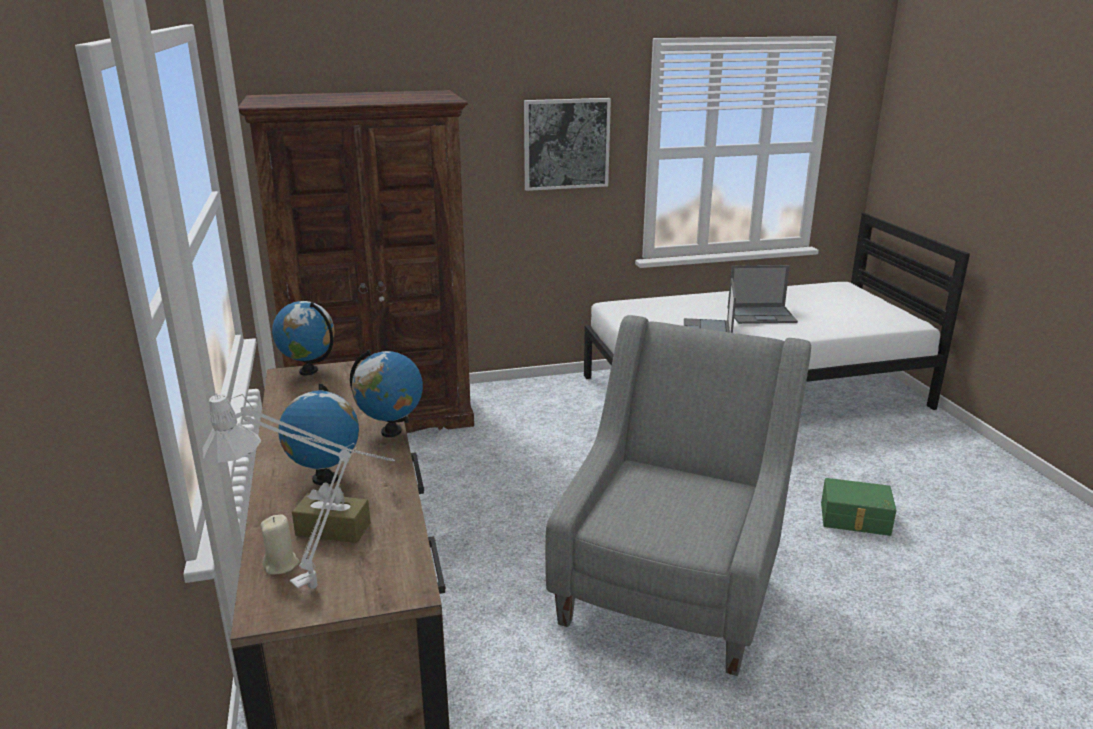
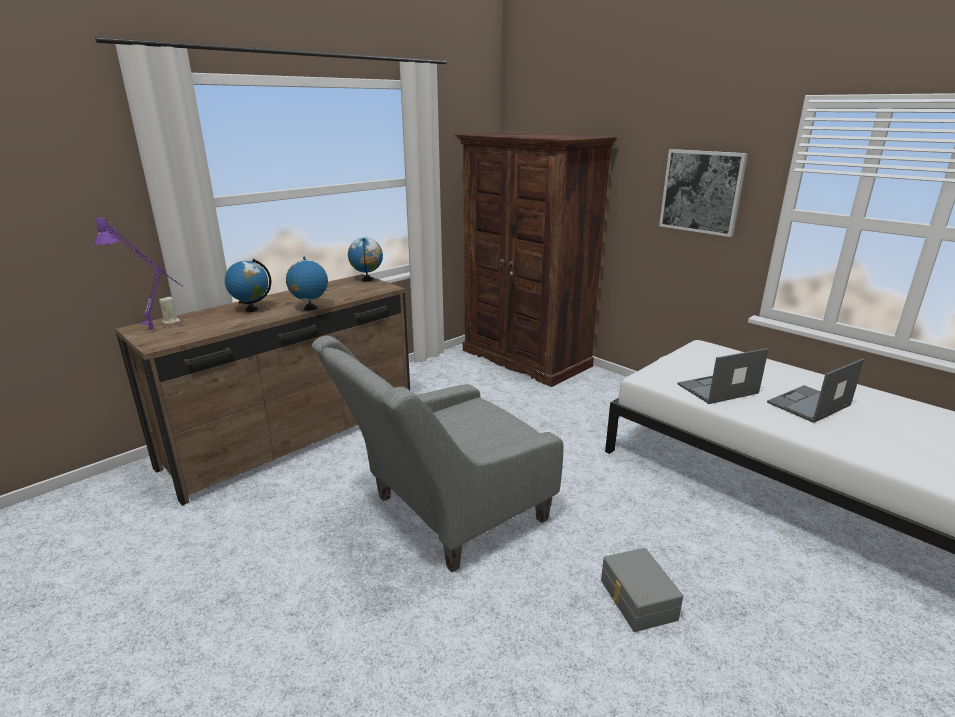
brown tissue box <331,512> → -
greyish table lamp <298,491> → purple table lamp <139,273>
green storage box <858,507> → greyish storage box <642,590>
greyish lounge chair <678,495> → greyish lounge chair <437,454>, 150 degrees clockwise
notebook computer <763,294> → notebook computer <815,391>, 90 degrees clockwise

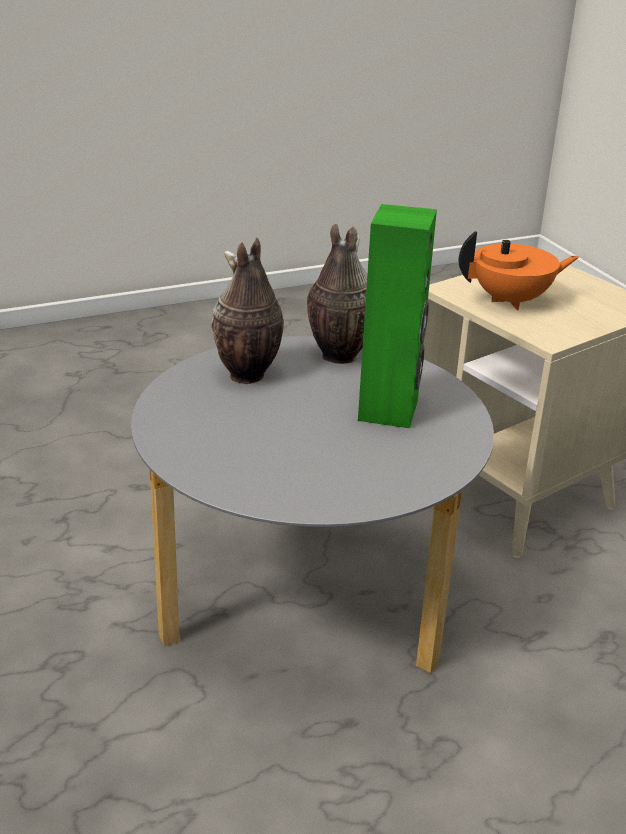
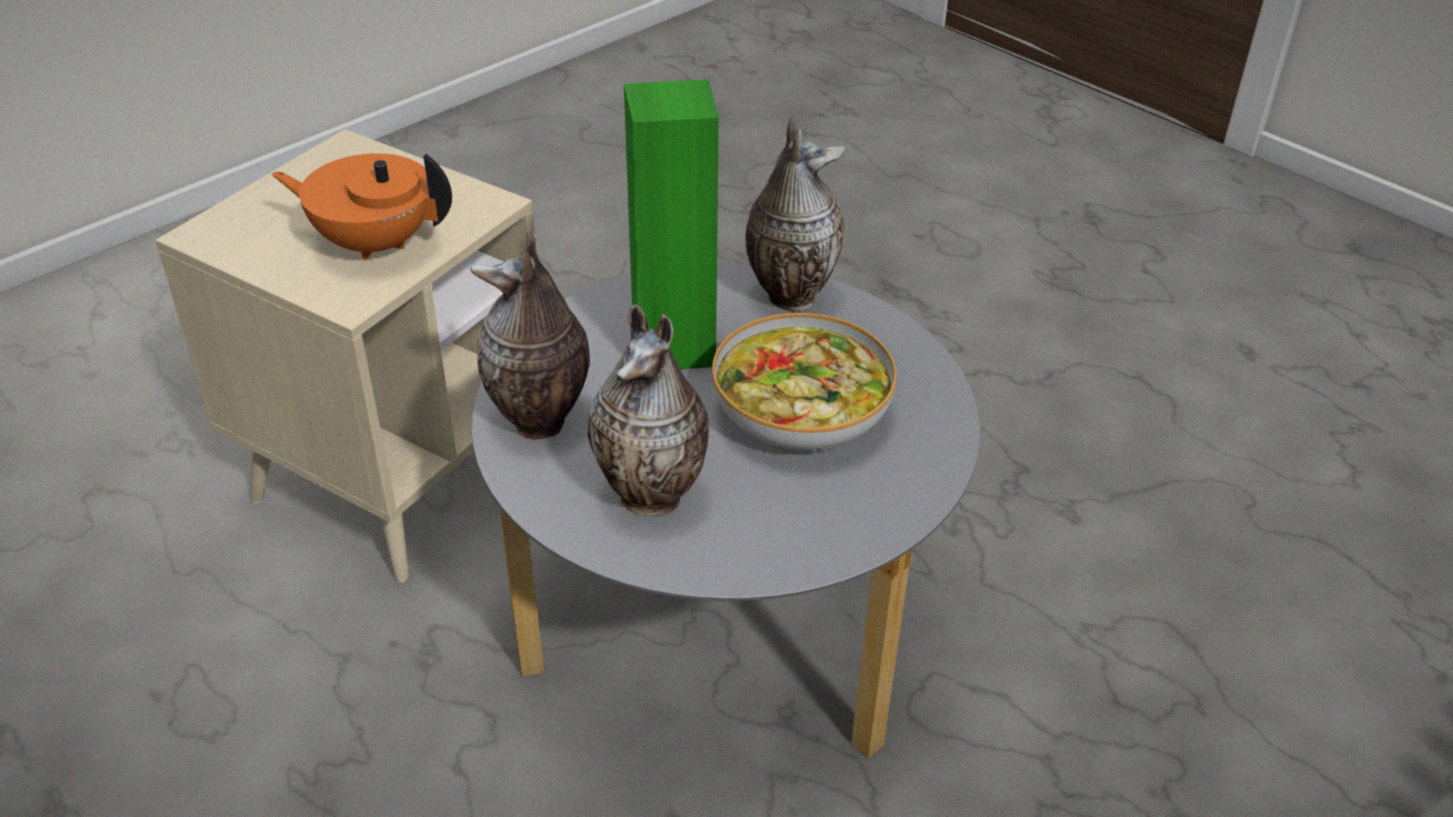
- → serving bowl <804,383>
- → vase <795,213>
orangey pot for tea <519,270> → orangey pot for tea <362,207>, 45 degrees counterclockwise

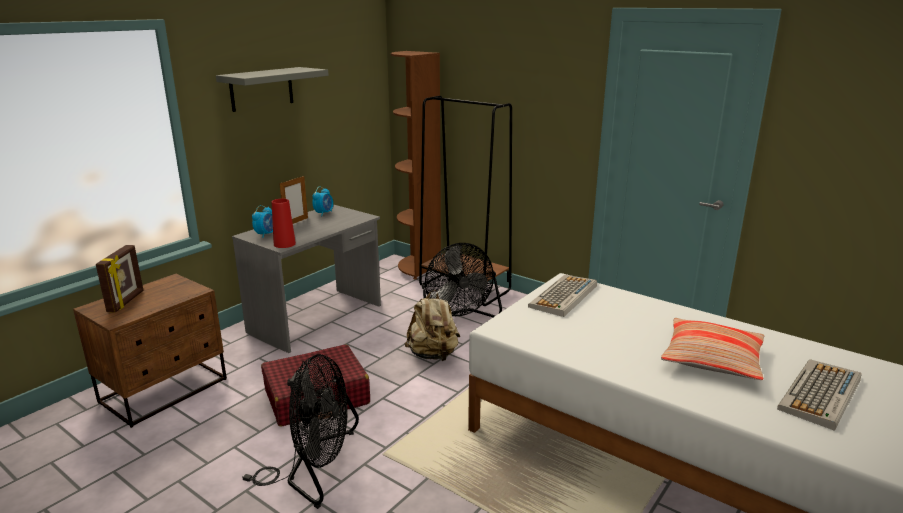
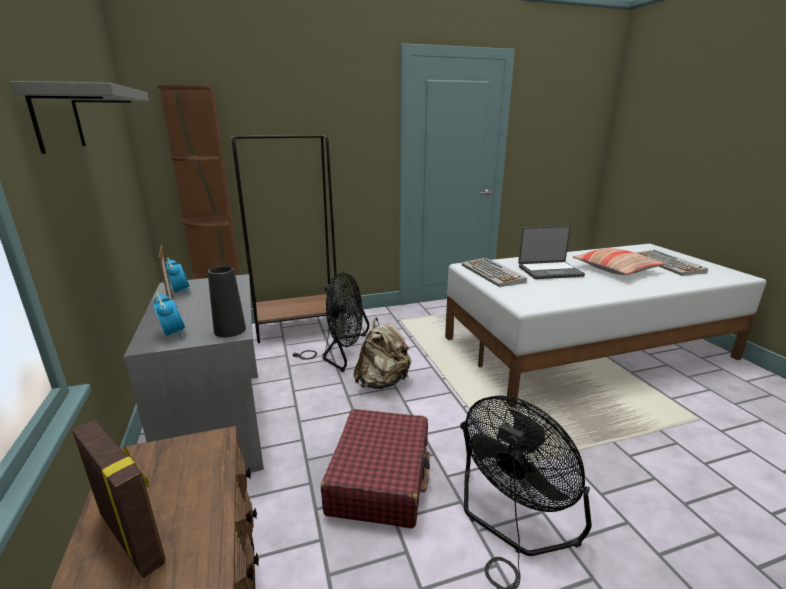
- → notebook computer <551,252>
reddish vase <284,223> → black-coloured vase <227,301>

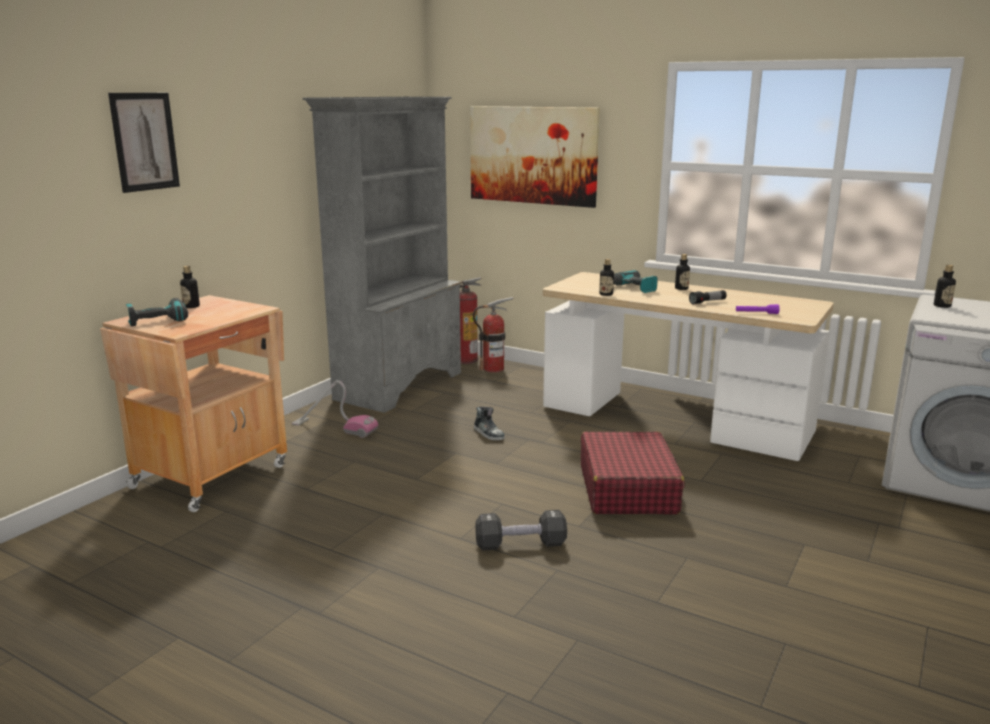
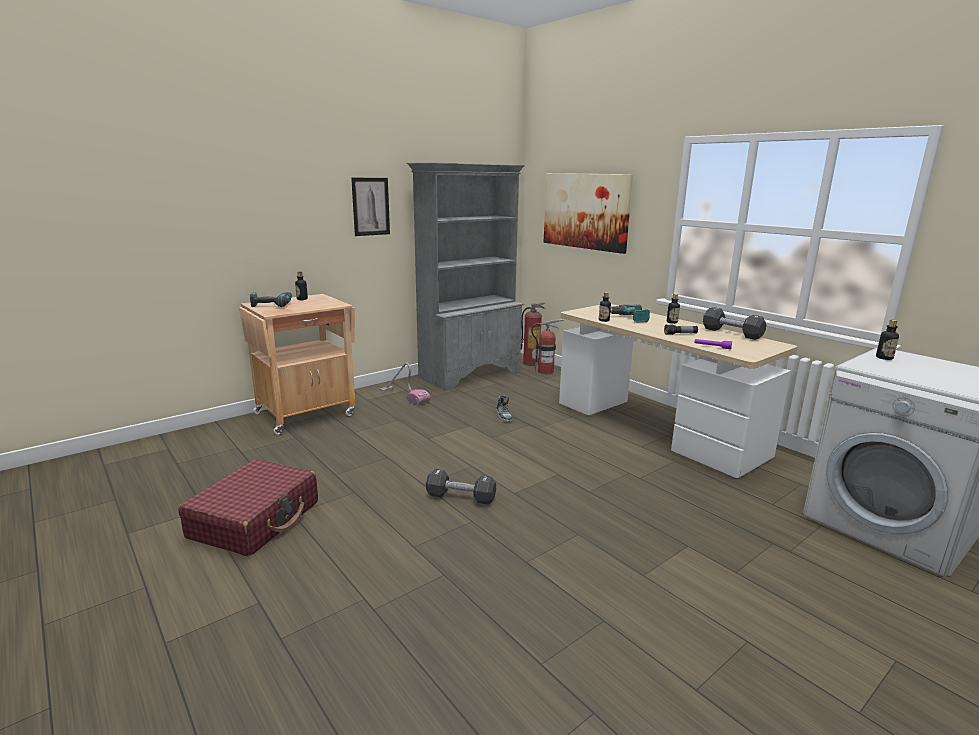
- → black-coloured free weight <734,323>
wall picture <144,143> → wall picture <370,207>, move
reddish suitcase <632,473> → reddish suitcase <248,507>, move

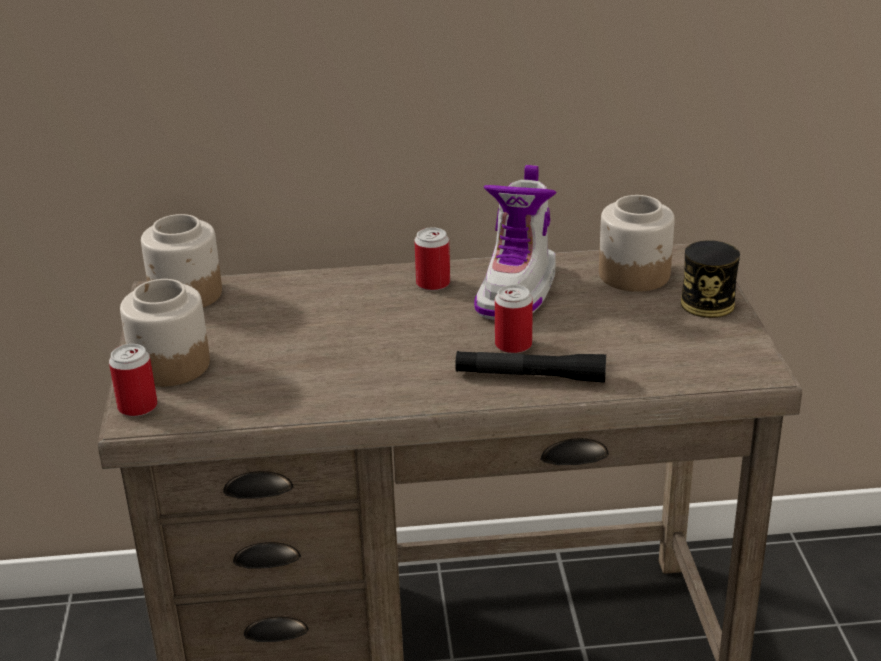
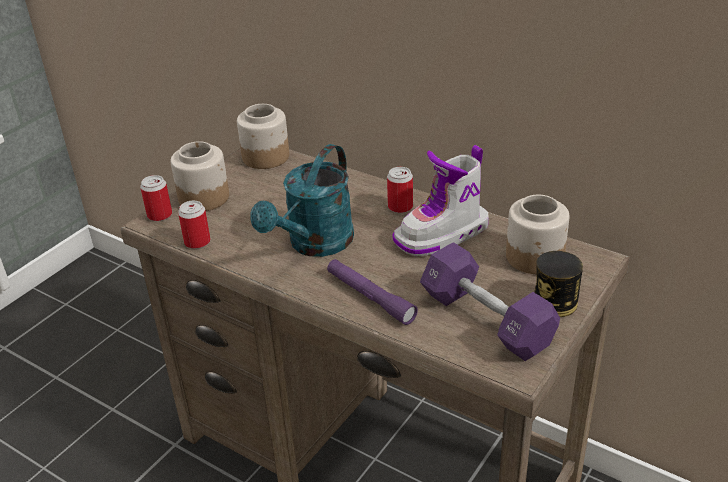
- → turquoise-coloured sprinkling can <302,200>
- → purple free weight <490,301>
can <514,319> → can <194,225>, move
black-coloured torch <530,367> → purple torch <372,292>

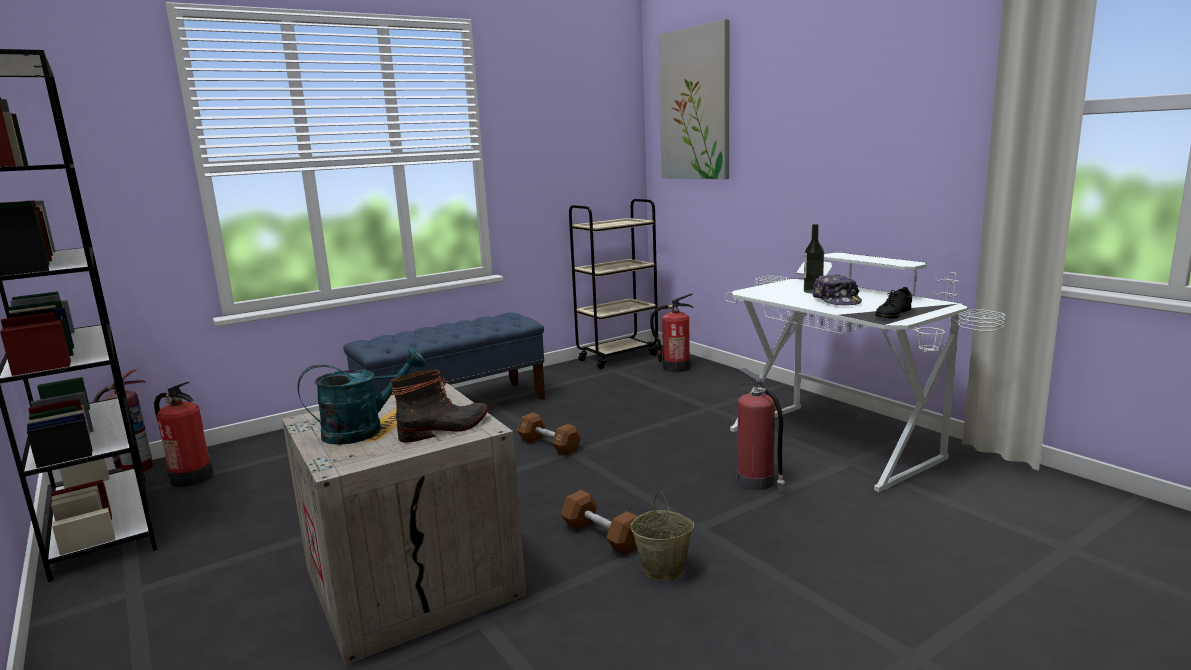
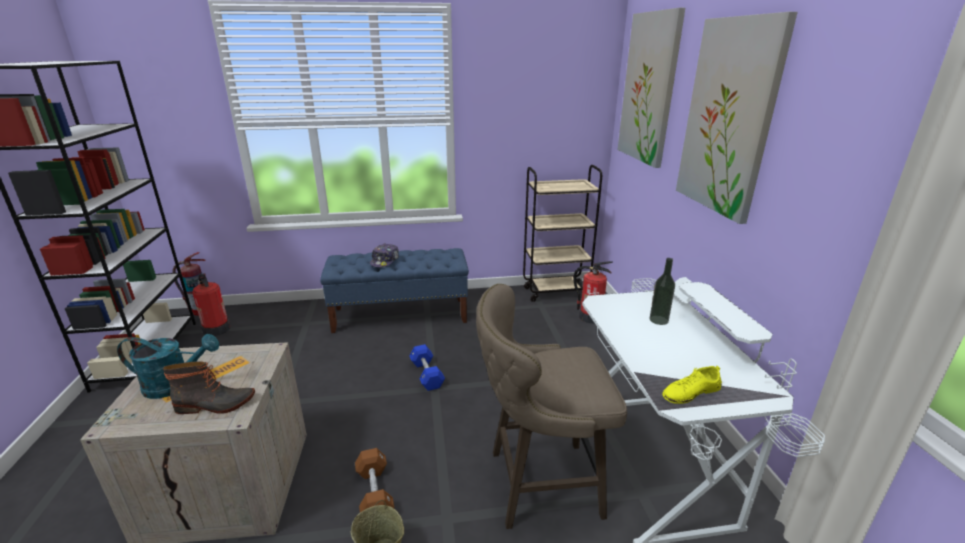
- → wall picture <737,118>
peaked cap <837,289> → peaked cap <384,255>, move
fire-fighting cylinder <761,429> → beige stool seat <551,406>
brown free weight <549,434> → blue-coloured free weight <427,367>
black-coloured low shoe <893,303> → yellow-coloured low shoe <692,384>

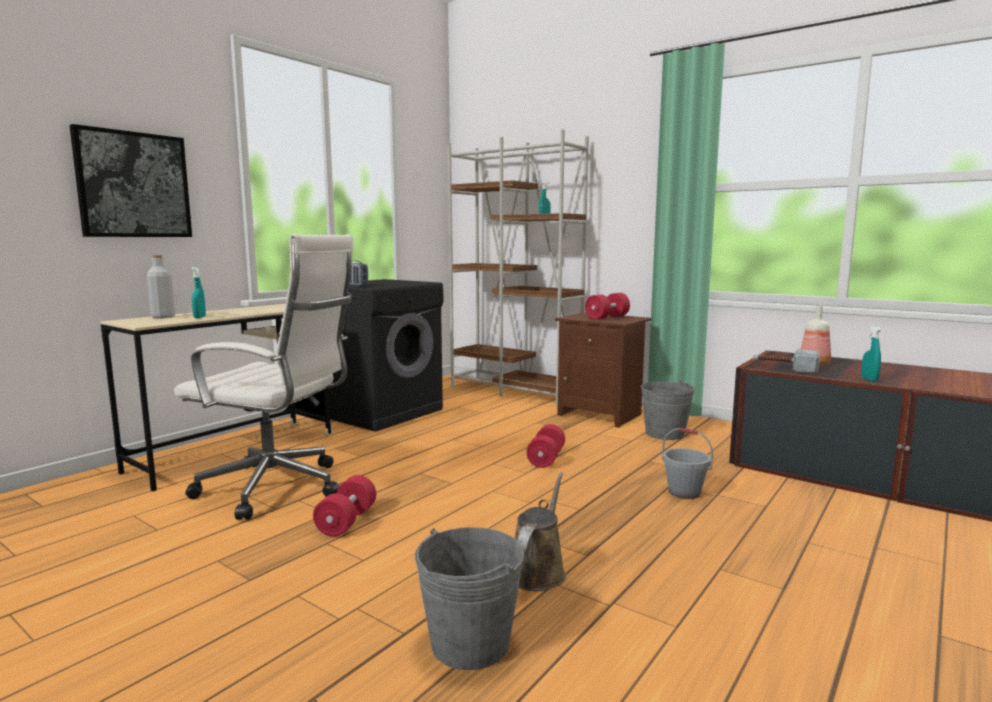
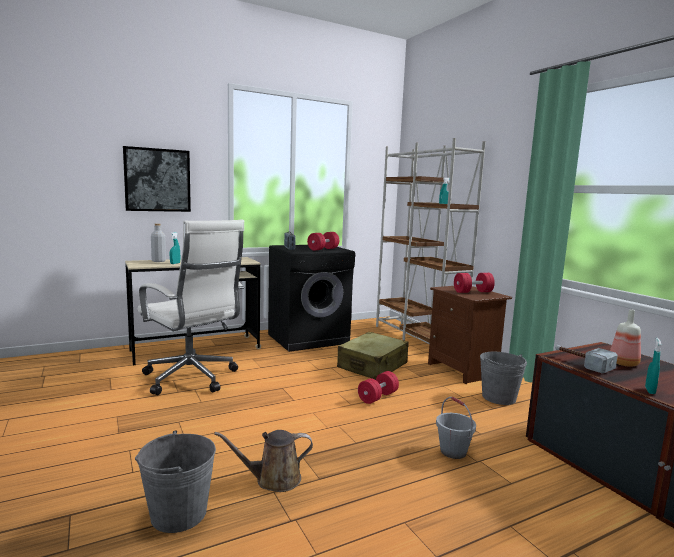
- → beige suitcase <373,356>
reddish free weight <344,506> → reddish free weight <323,241>, move
brown sprinkling can <540,531> → brown sprinkling can <263,461>, 150 degrees counterclockwise

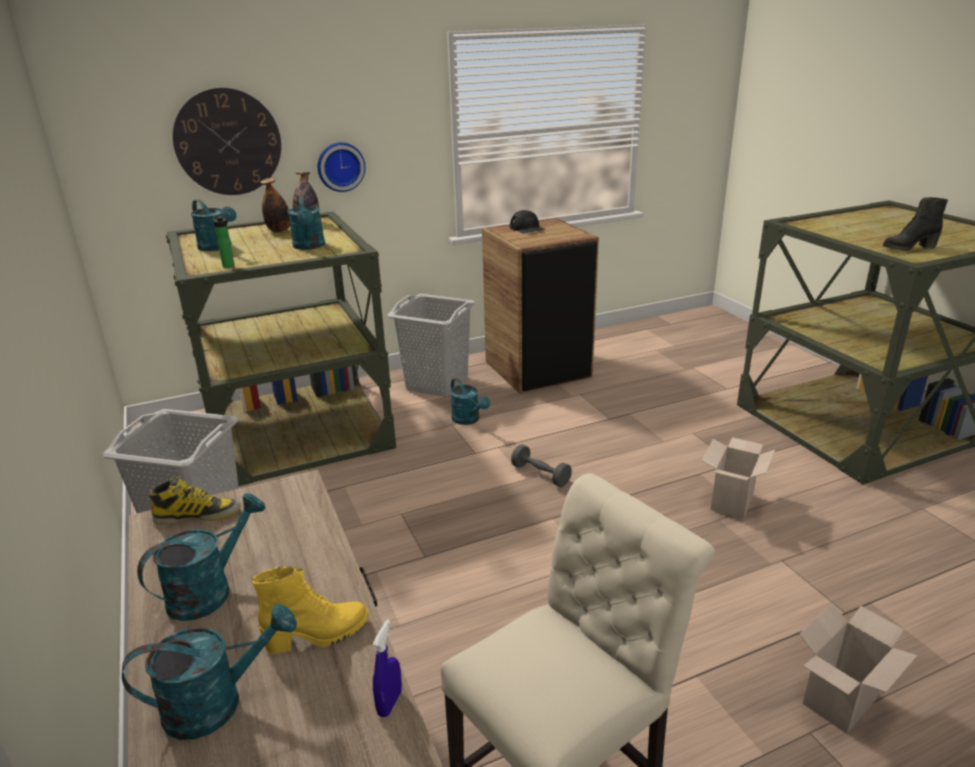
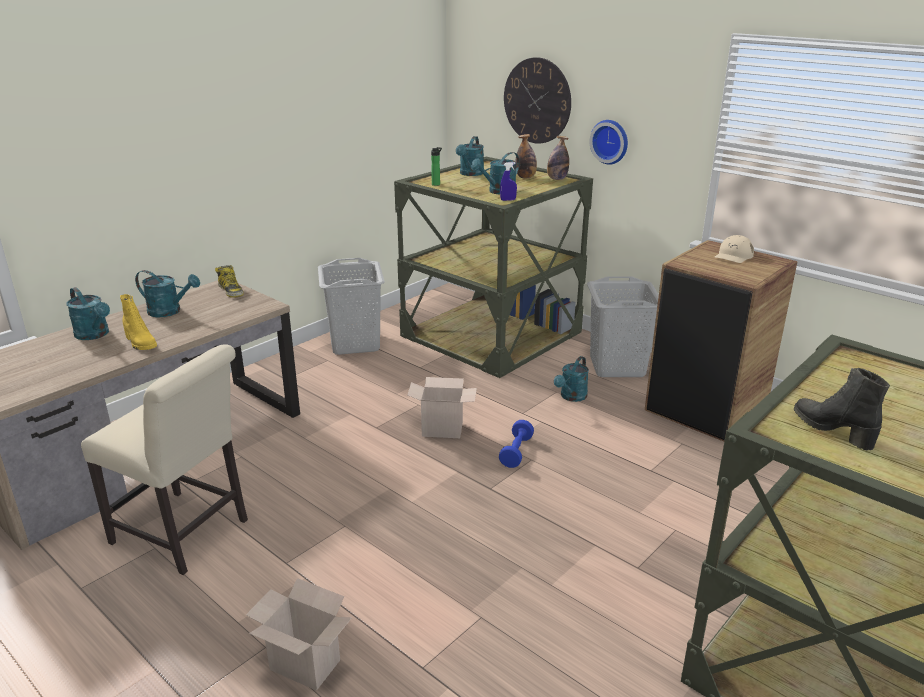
blue-coloured spray bottle <387,668> → blue-coloured spray bottle <508,181>, move
packing box <738,478> → packing box <442,407>, move
black-coloured peaked cap <527,222> → beige peaked cap <734,249>
greyish free weight <541,465> → blue-coloured free weight <516,444>

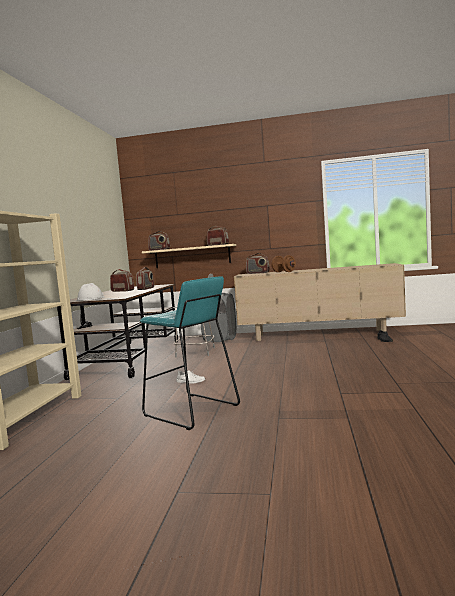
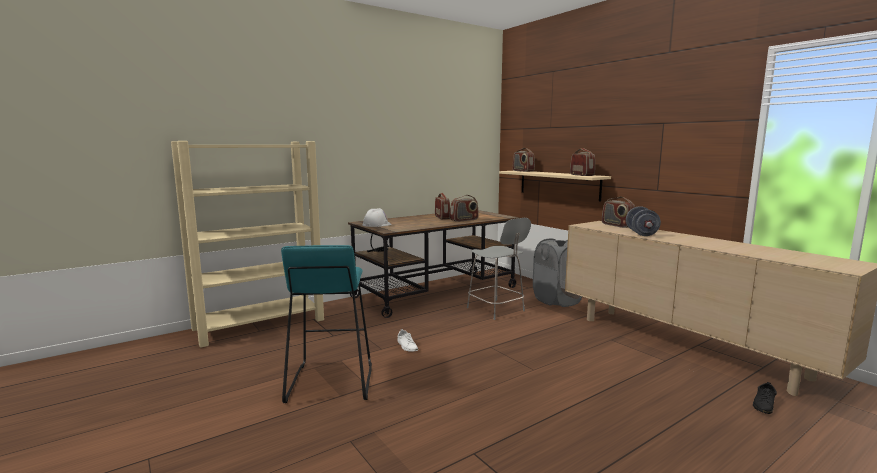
brown free weight <283,263> → greyish free weight <643,221>

